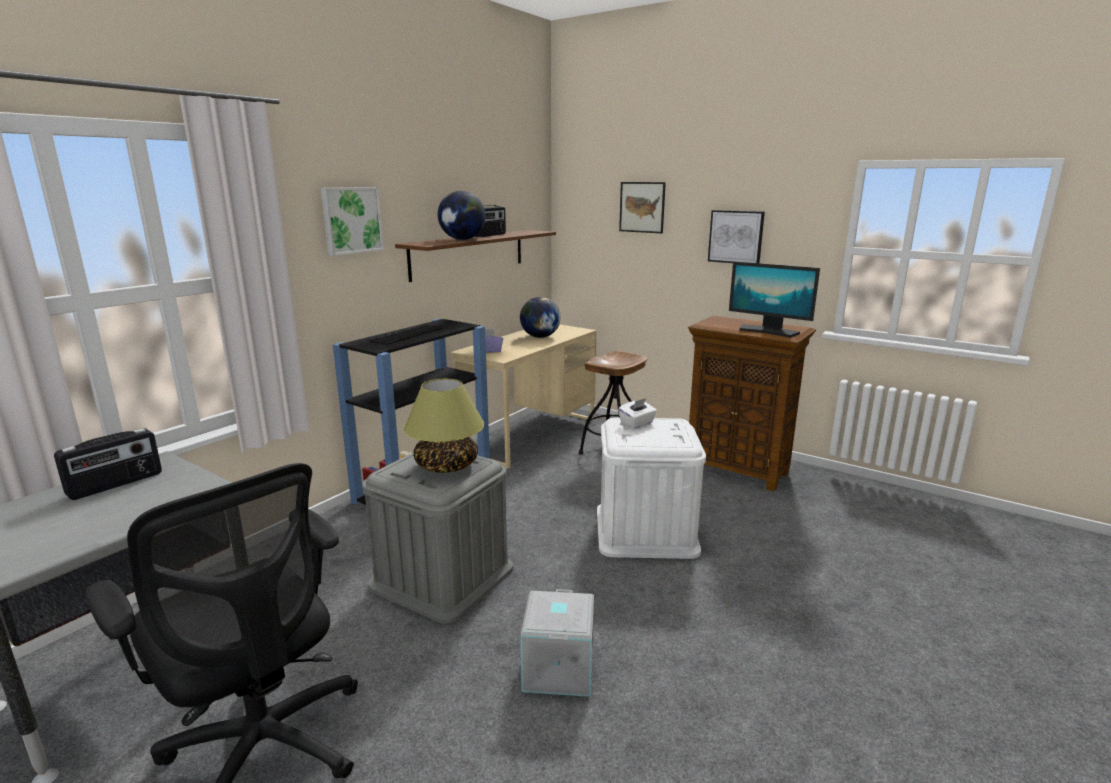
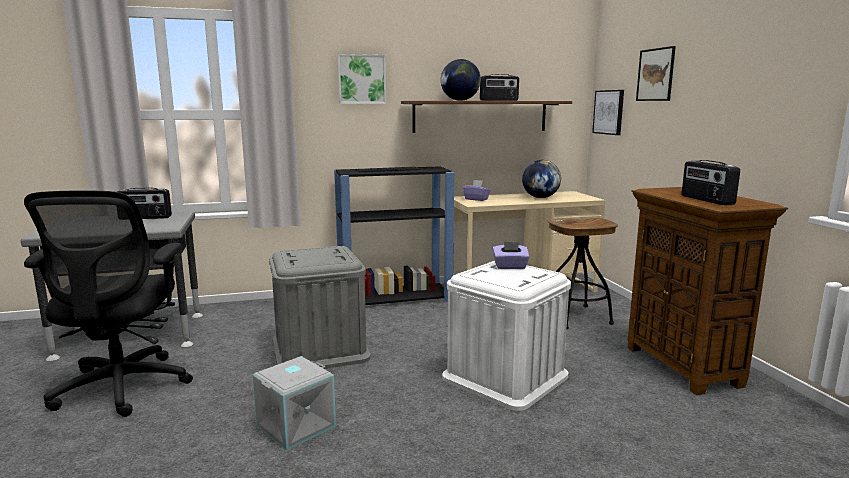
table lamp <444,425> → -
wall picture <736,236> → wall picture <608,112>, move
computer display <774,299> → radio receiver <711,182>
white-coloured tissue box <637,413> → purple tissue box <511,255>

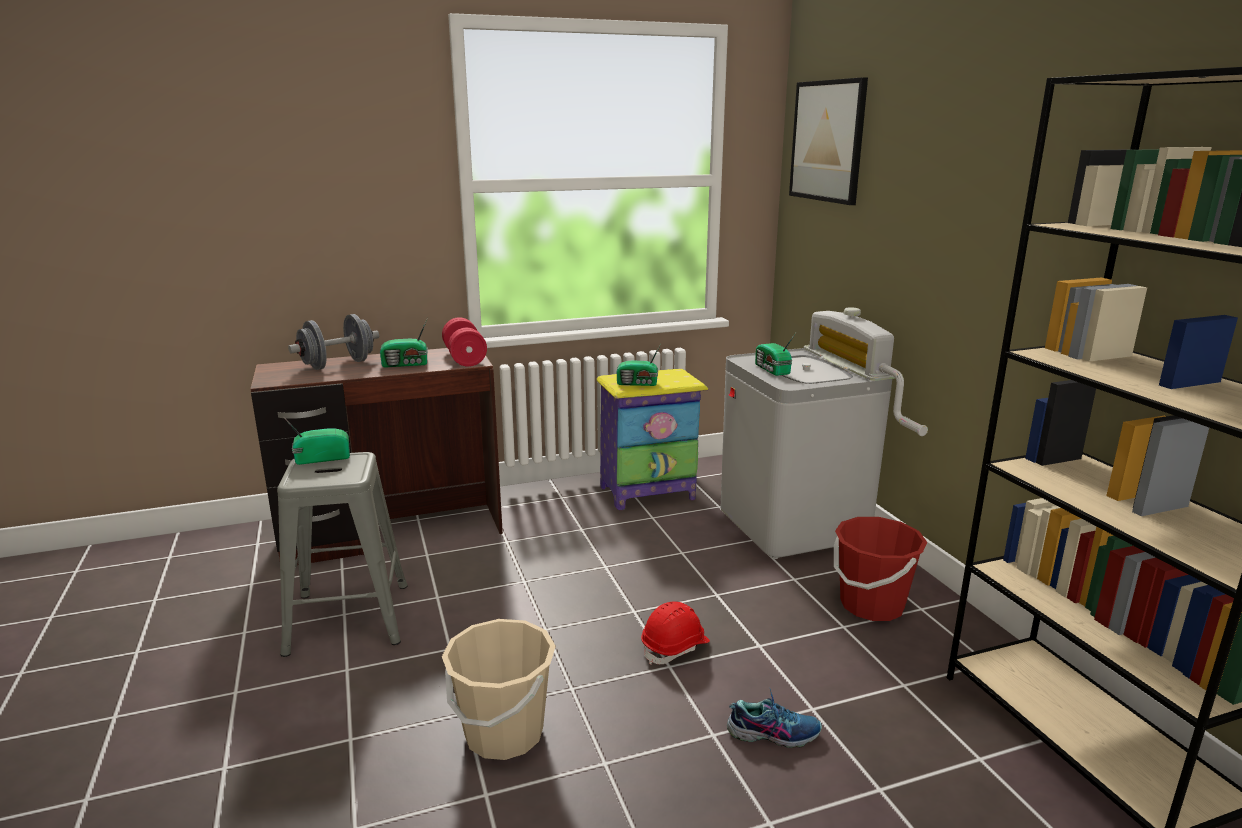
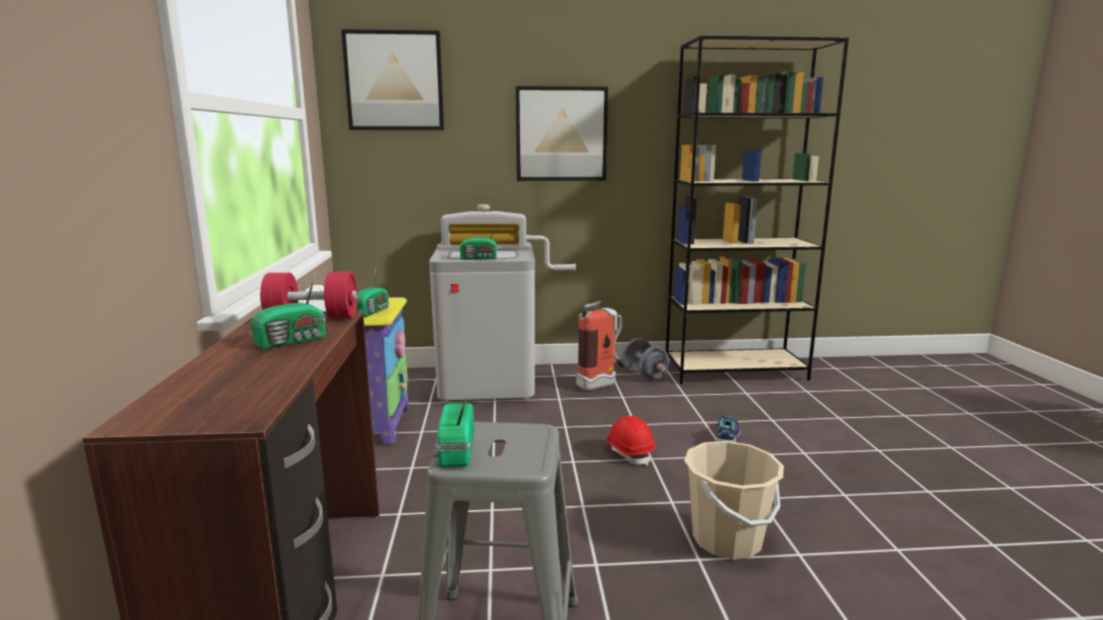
- → wall picture <562,133>
greyish free weight <333,342> → greyish free weight <645,359>, move
reddish pail <880,569> → fire-fighting cylinder <601,346>
radio receiver <404,343> → radio receiver <288,310>, 45 degrees clockwise

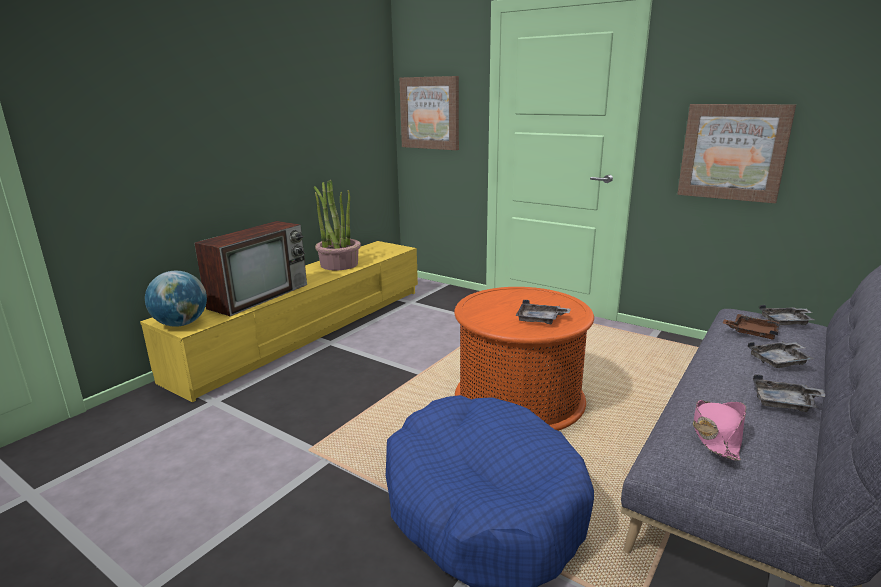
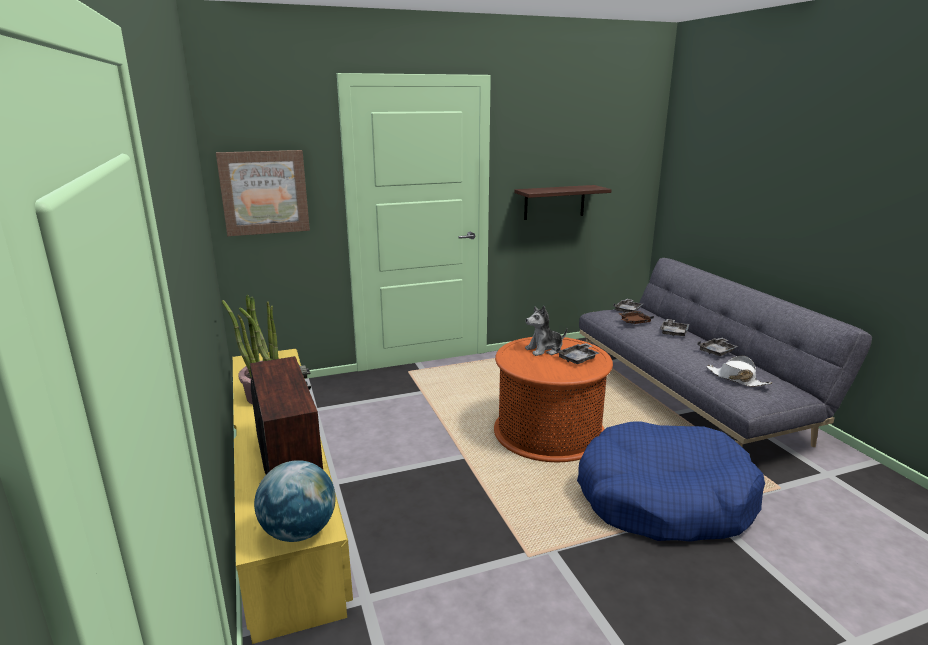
- → cuddly toy <546,331>
wall picture <736,154> → wall shelf <563,202>
pink hat <719,430> → white-coloured hat <739,371>

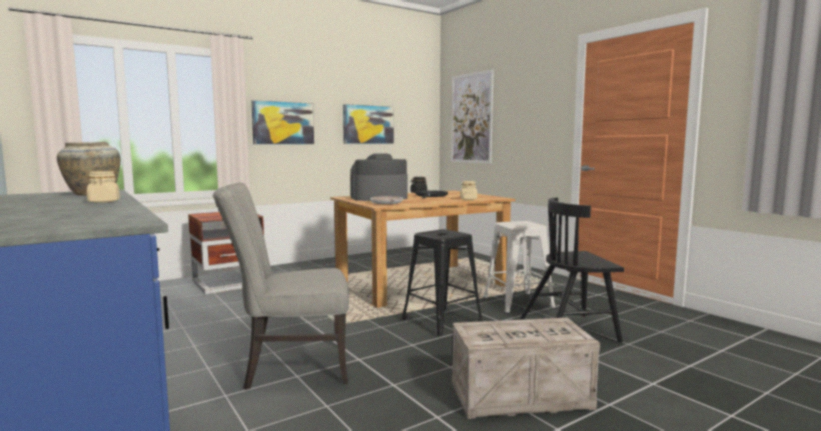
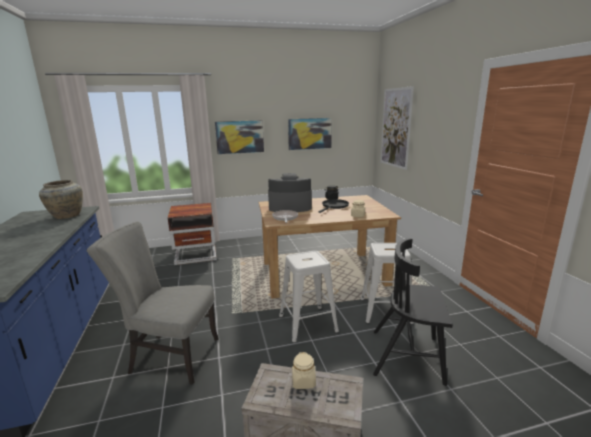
beige preserve jar <103,187> → beige preserve jar <304,370>, move
black-coloured stool seat <442,283> → white-coloured stool seat <309,297>

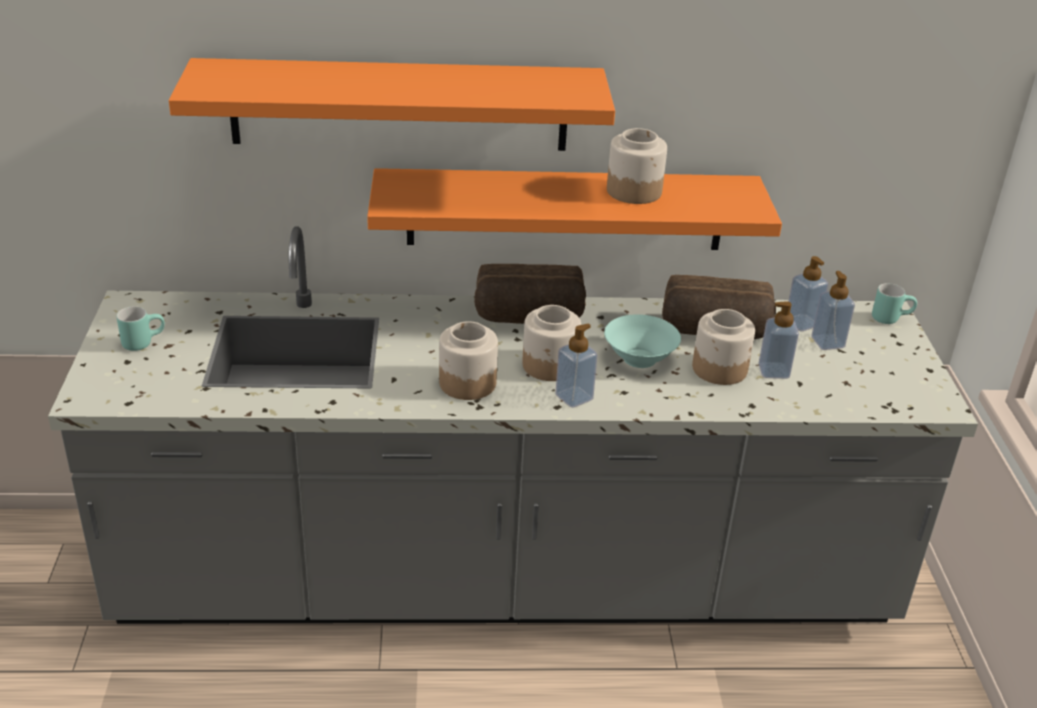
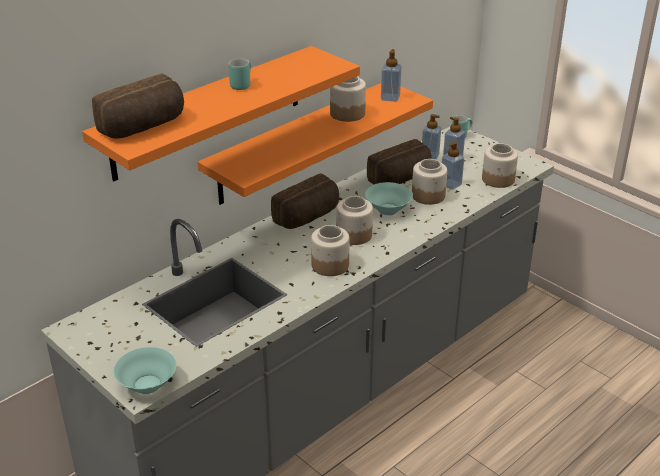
- → bakery bread <138,106>
- → turquoise-coloured serving bowl <144,370>
- → preserve jar <500,165>
turquoise-coloured mug <141,328> → turquoise-coloured mug <240,74>, move
liquid soap bottle <576,366> → liquid soap bottle <391,75>, move

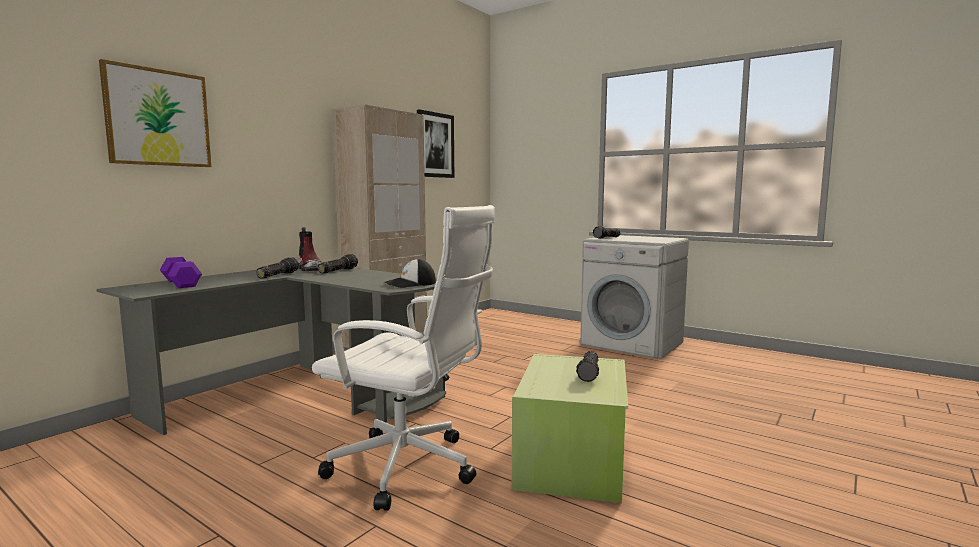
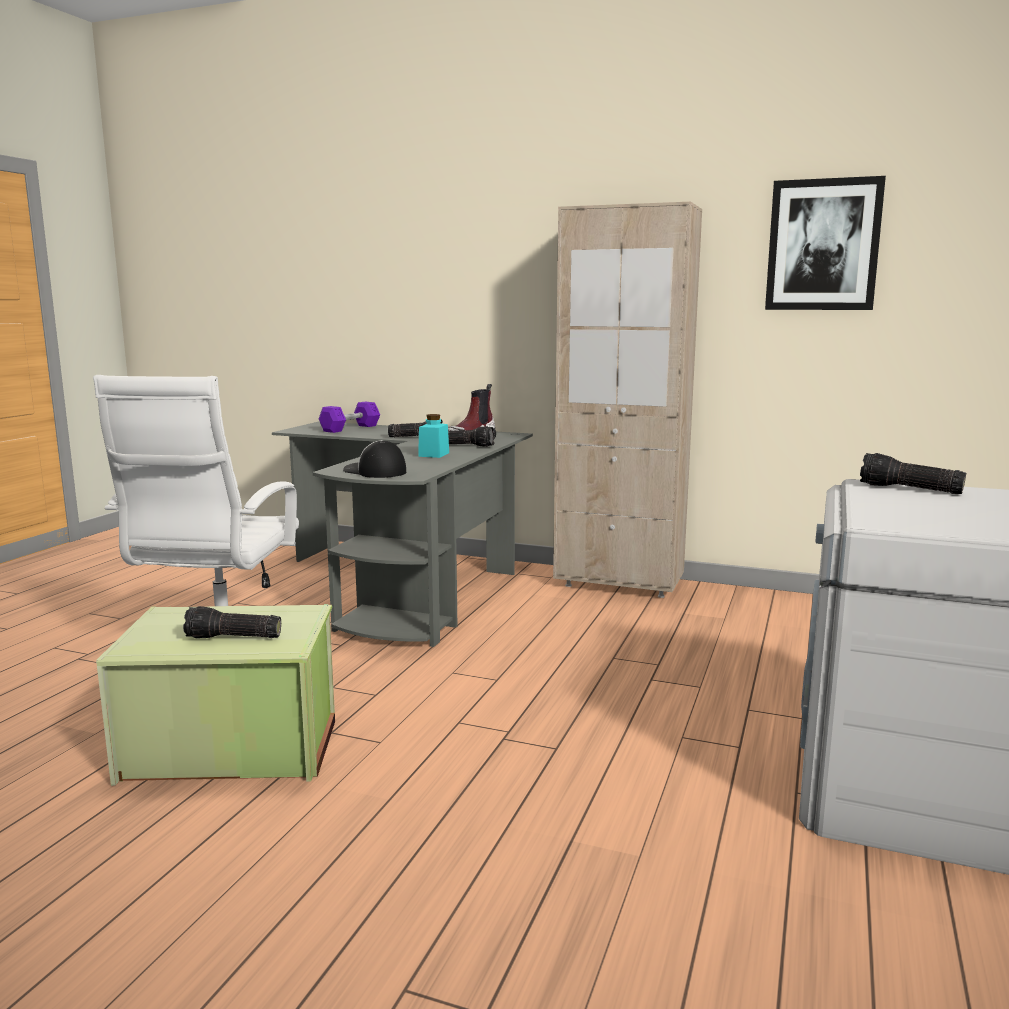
wall picture <155,113> → -
- → turquoise-coloured preserve jar <433,436>

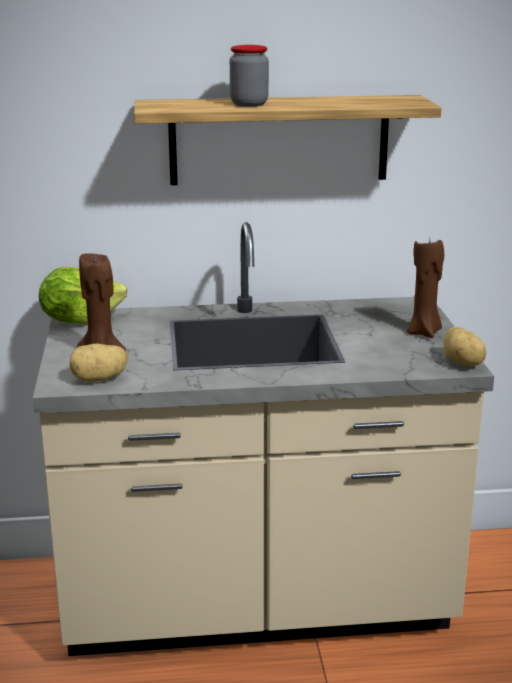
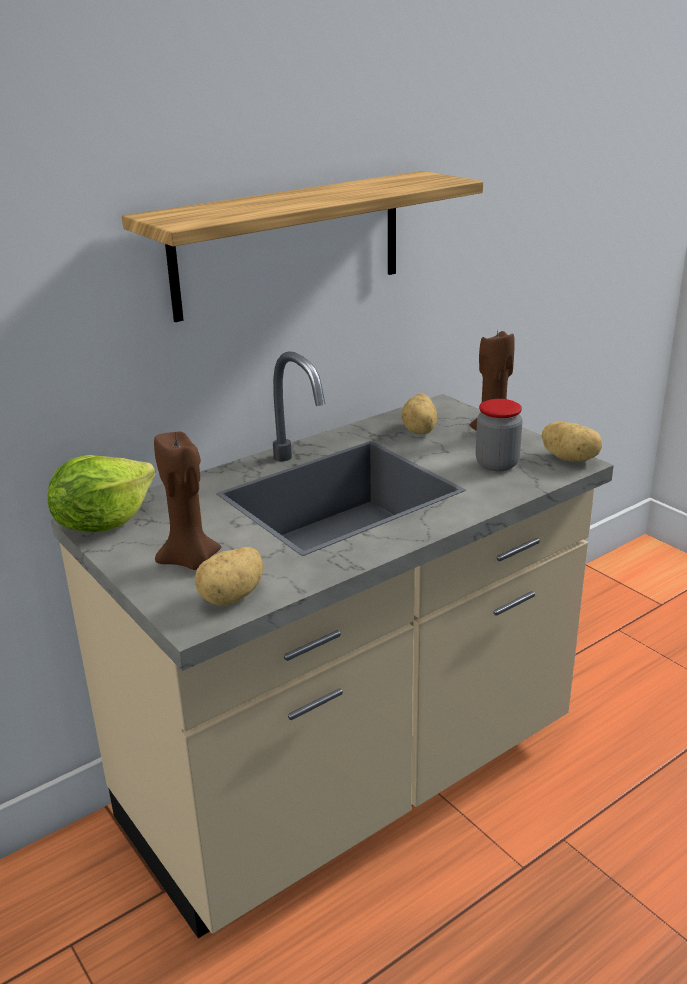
- → potato <419,414>
preserve jar <249,76> → preserve jar <499,435>, move

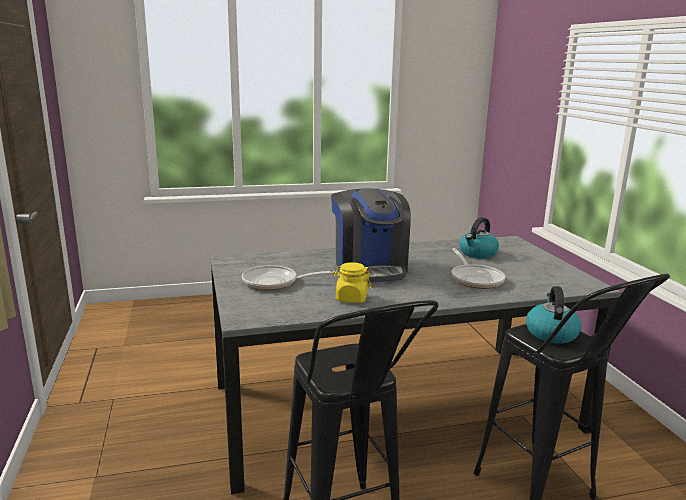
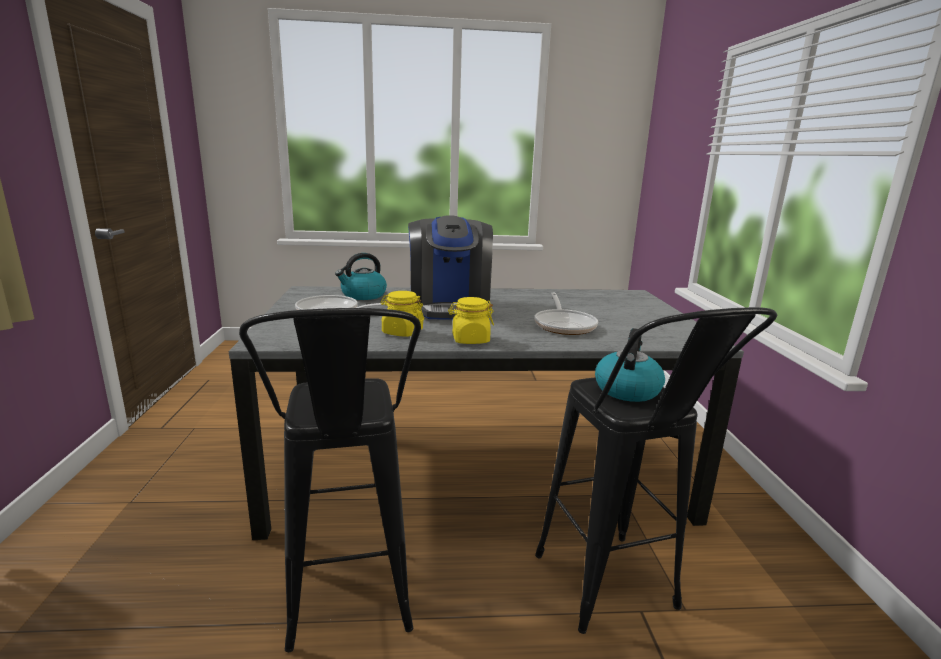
- → yellow-coloured preserve jar <471,320>
kettle <479,237> → kettle <361,276>, move

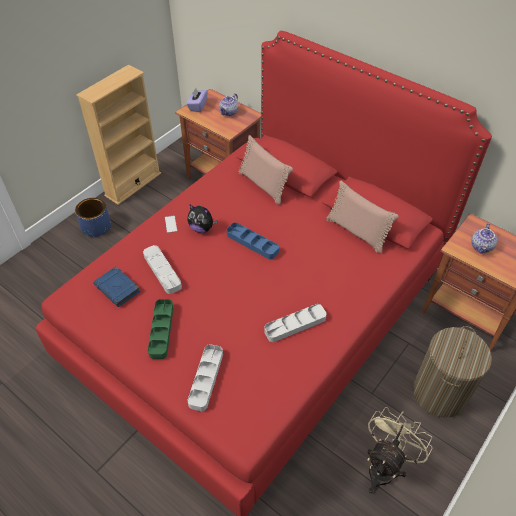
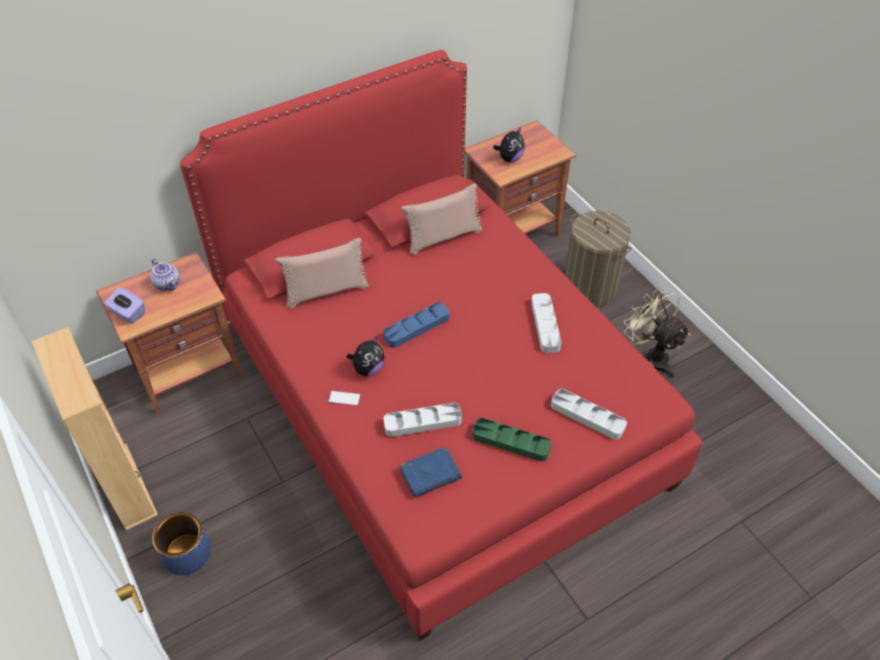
pot for tea <484,238> → cuddly toy <509,144>

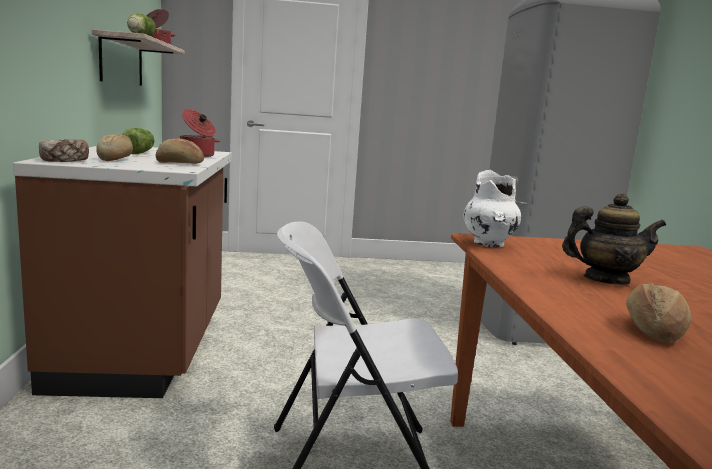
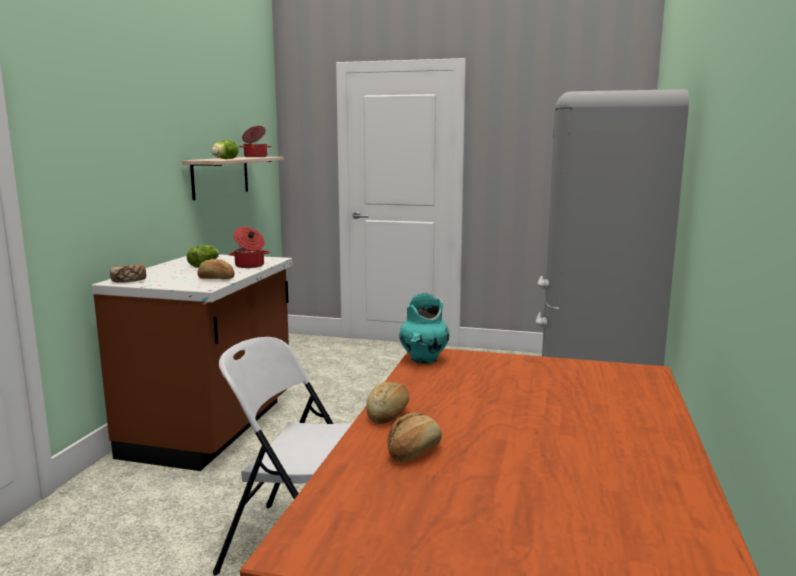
pot for tea <614,239> → -
bakery bread <114,147> → bakery bread <387,403>, move
white-coloured vase <492,208> → turquoise-coloured vase <424,328>

